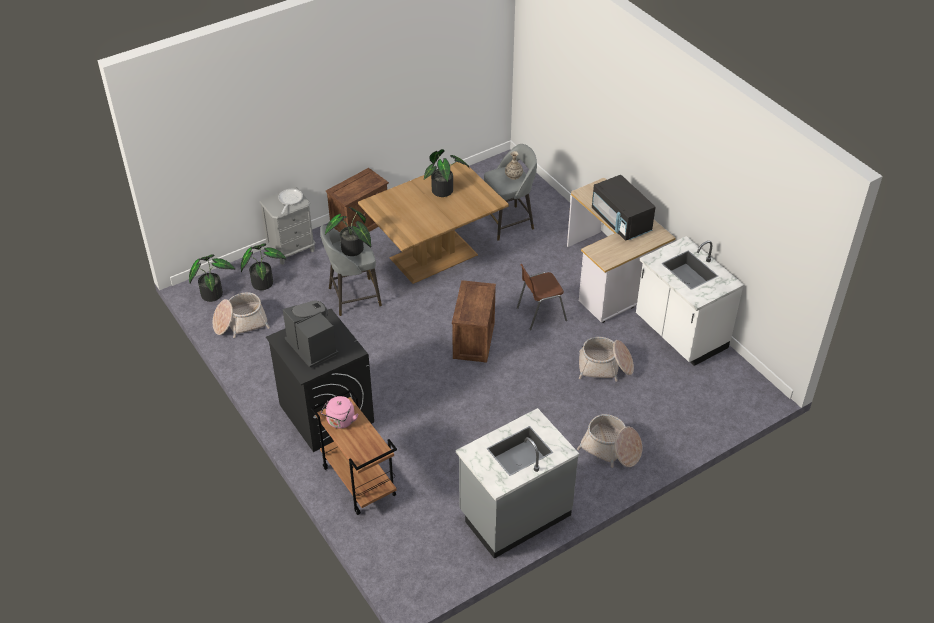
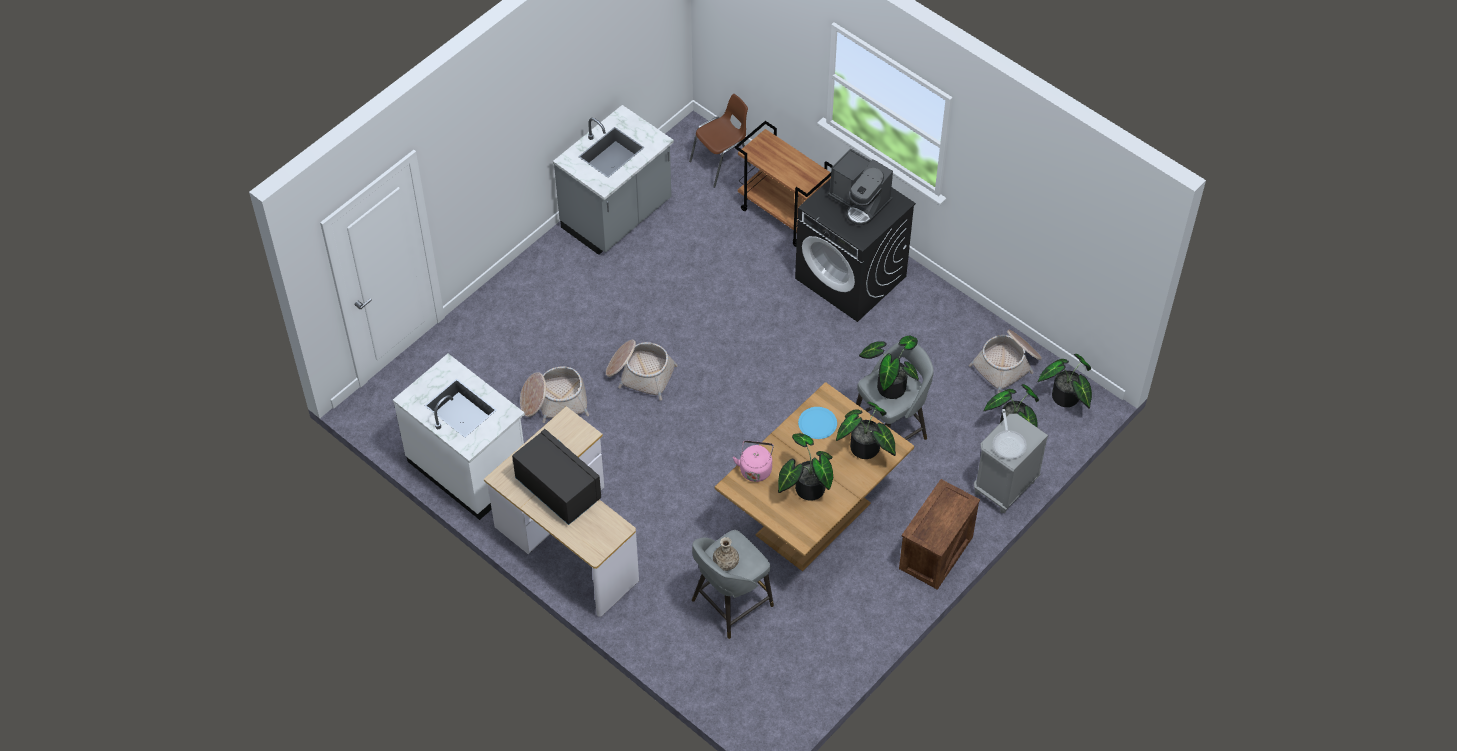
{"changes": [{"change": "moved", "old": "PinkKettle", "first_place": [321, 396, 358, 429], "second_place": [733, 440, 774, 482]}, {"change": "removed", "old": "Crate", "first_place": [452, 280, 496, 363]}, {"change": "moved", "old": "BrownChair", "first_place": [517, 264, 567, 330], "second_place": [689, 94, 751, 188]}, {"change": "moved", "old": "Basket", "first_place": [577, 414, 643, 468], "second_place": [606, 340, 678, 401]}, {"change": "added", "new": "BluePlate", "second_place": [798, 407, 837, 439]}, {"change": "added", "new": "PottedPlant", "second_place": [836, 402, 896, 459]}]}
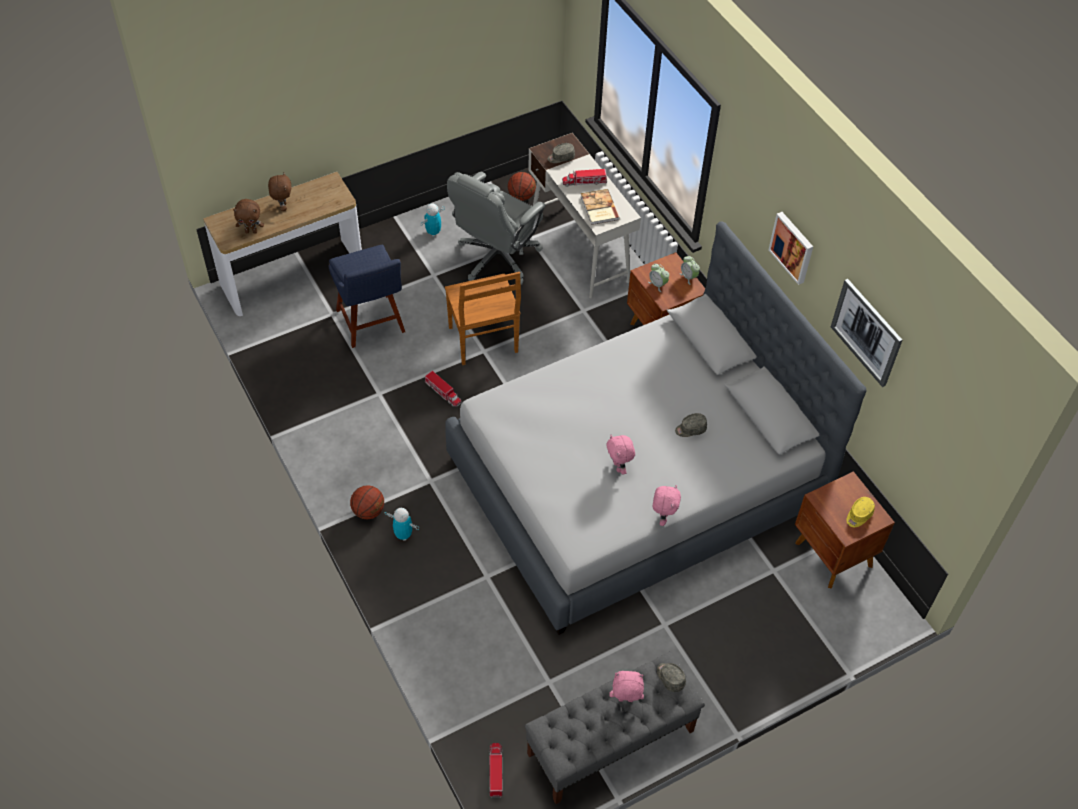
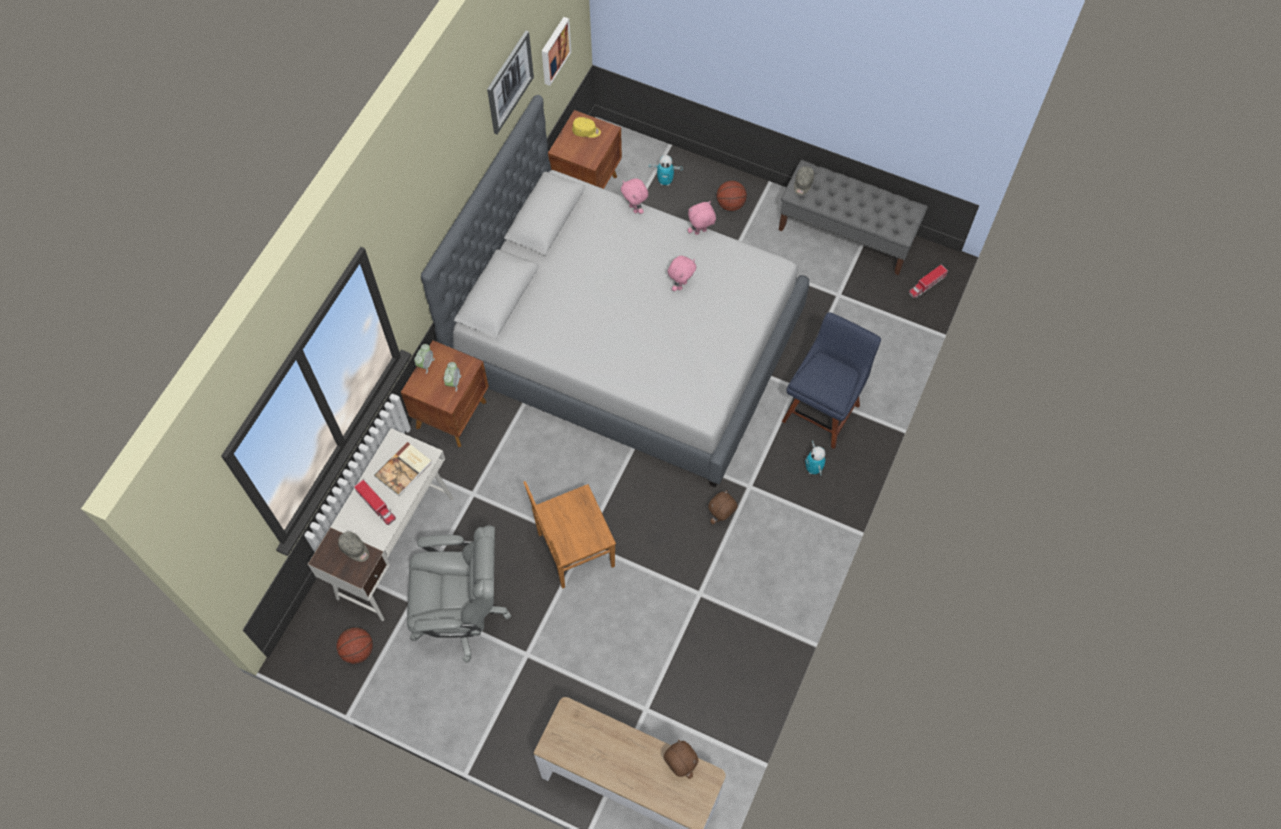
{"changes": [{"change": "moved", "old": "BrownPlushToy", "first_place": [268, 173, 291, 211], "second_place": [708, 490, 738, 525]}, {"change": "moved", "old": "BlueChair", "first_place": [329, 245, 405, 348], "second_place": [782, 312, 881, 449]}, {"change": "moved", "old": "Basketball", "first_place": [350, 485, 384, 519], "second_place": [717, 181, 747, 211]}, {"change": "moved", "old": "ToyRobot", "first_place": [420, 203, 445, 237], "second_place": [649, 155, 683, 186]}, {"change": "removed", "old": "ToyTruck", "first_place": [425, 371, 461, 407]}, {"change": "turned", "old": "BrownChair", "first_place": [445, 272, 521, 365], "second_place": [524, 481, 616, 589], "degrees": -150}, {"change": "moved", "old": "PinkPlushToy", "first_place": [609, 671, 644, 702], "second_place": [621, 178, 648, 214]}, {"change": "removed", "old": "GreyCap", "first_place": [675, 413, 707, 437]}, {"change": "moved", "old": "Picture", "first_place": [769, 212, 813, 285], "second_place": [542, 17, 571, 86]}]}
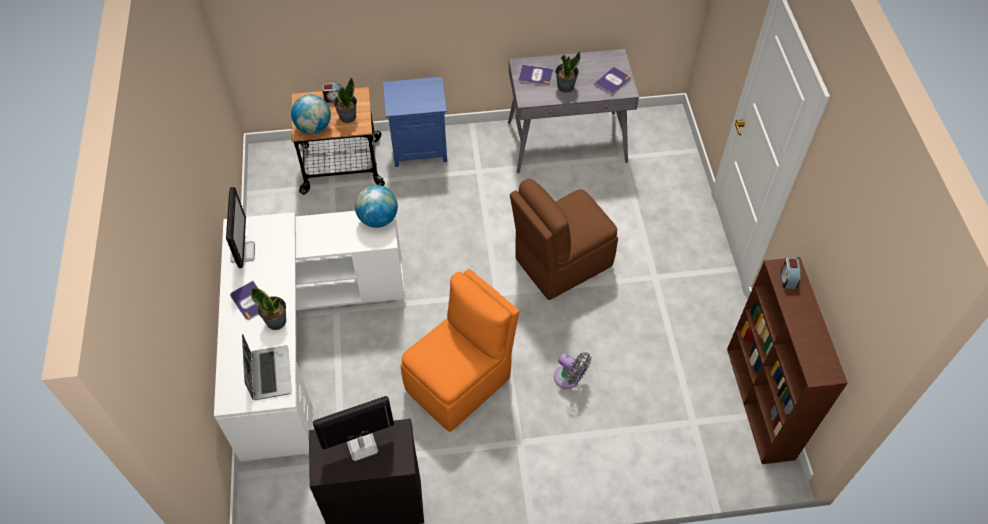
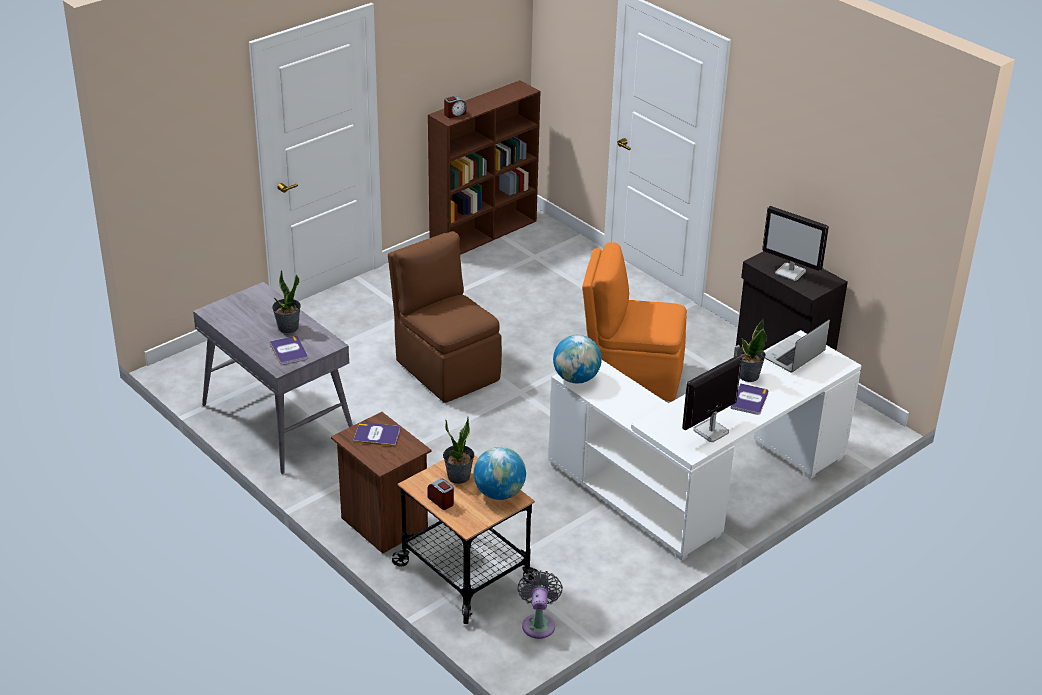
{"changes": [{"change": "recoloured", "old": "BlueNightstand", "new": "BrownNightstand", "first_place": [383, 77, 447, 167], "second_place": [331, 412, 431, 554]}, {"change": "turned", "old": "BrownChair", "first_place": [510, 178, 618, 300], "second_place": [388, 231, 502, 403], "degrees": -150}, {"change": "moved", "old": "GreyFan", "first_place": [554, 352, 591, 389], "second_place": [518, 570, 563, 639]}, {"change": "moved", "old": "Book", "first_place": [594, 67, 631, 95], "second_place": [353, 422, 400, 447]}]}
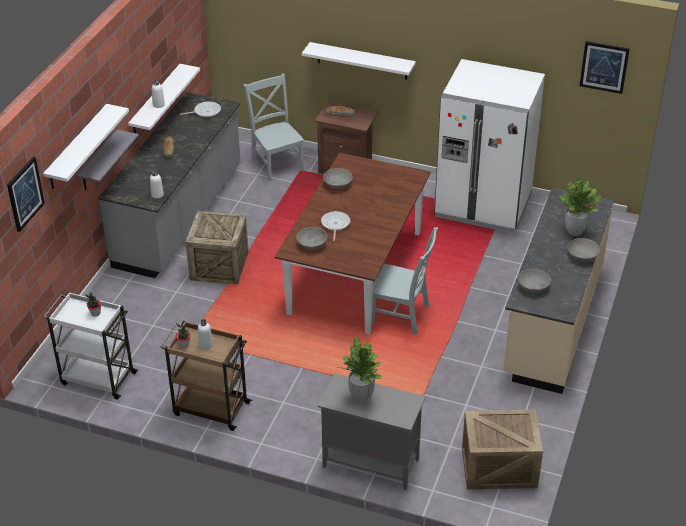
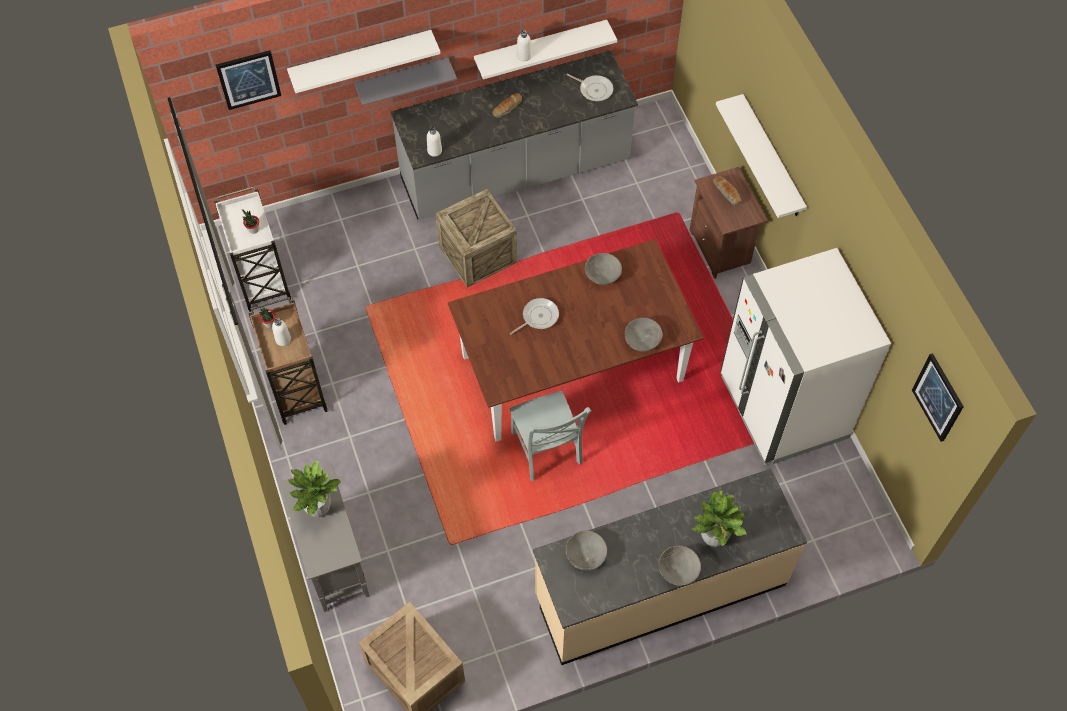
{"changes": [{"change": "removed", "old": "GreyChair", "first_place": [244, 73, 304, 182]}, {"change": "moved", "old": "GreyBowl", "first_place": [297, 227, 327, 250], "second_place": [625, 318, 663, 352]}]}
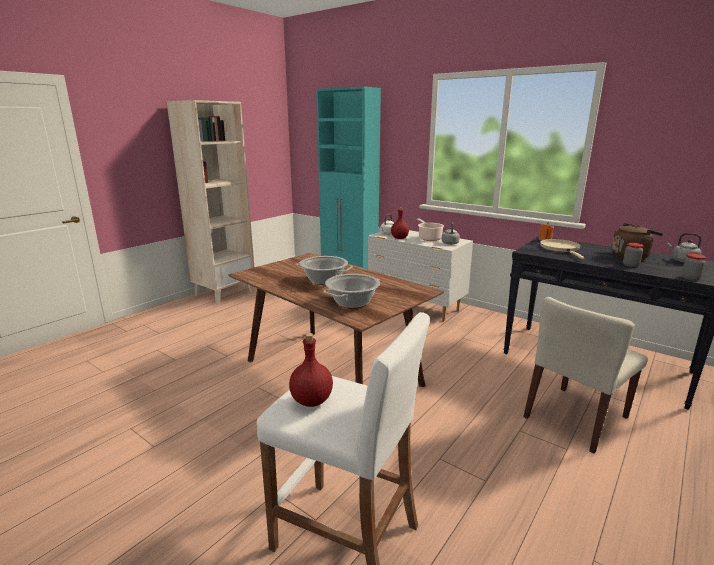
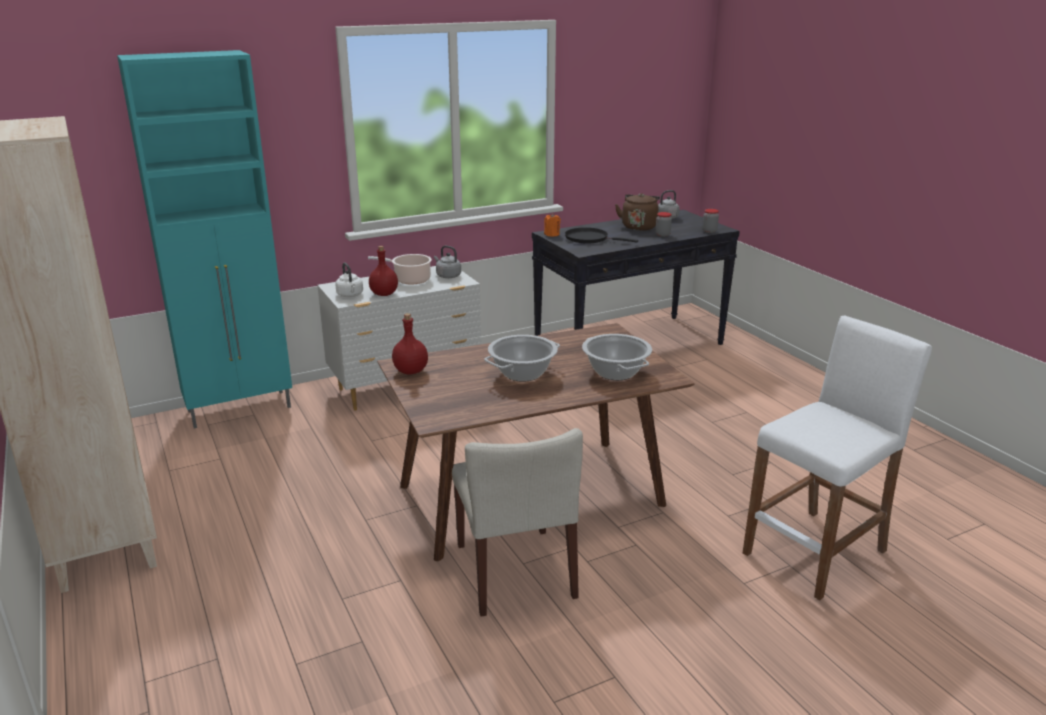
{"changes": [{"change": "moved", "old": "RedBottle", "first_place": [289, 333, 333, 407], "second_place": [392, 313, 428, 375]}, {"change": "moved", "old": "BeigeChair", "first_place": [523, 297, 648, 454], "second_place": [452, 428, 583, 617]}, {"change": "recoloured", "old": "BeigeFryingPan", "new": "BlackFryingPan", "first_place": [540, 239, 585, 259], "second_place": [565, 227, 638, 244]}]}
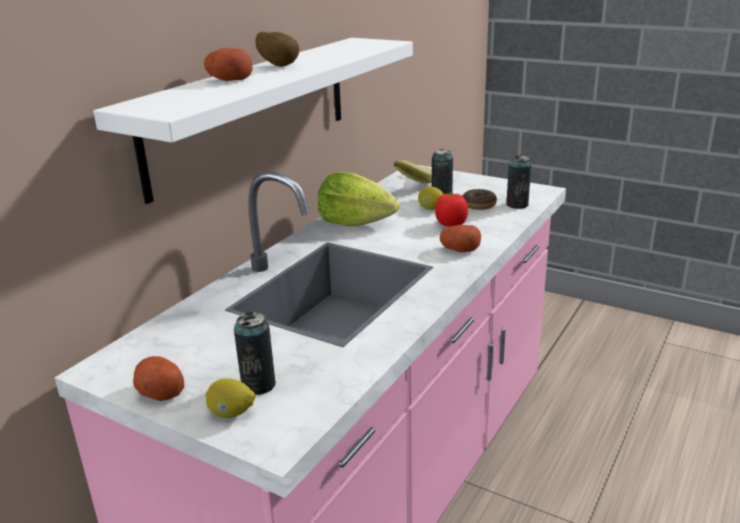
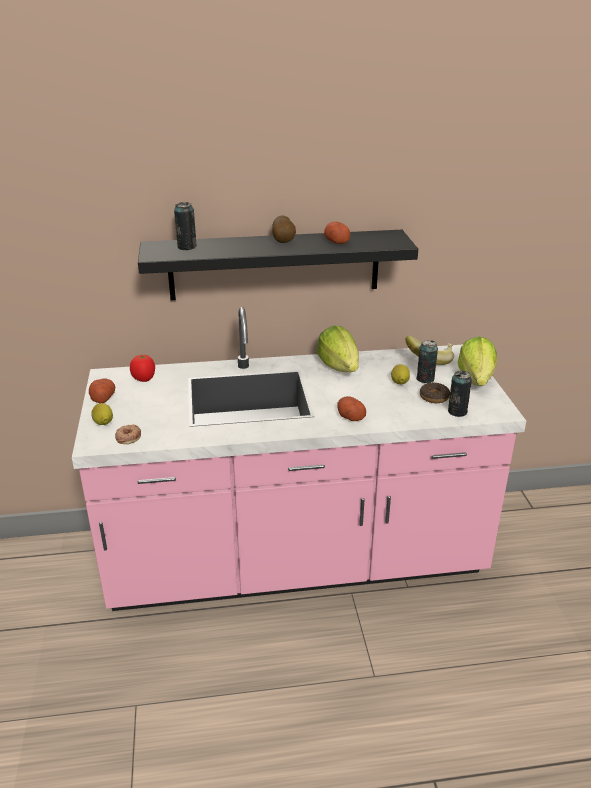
{"changes": [{"change": "recoloured", "old": "WhiteShelf", "new": "BlackShelf", "first_place": [93, 38, 413, 204], "second_place": [138, 230, 418, 300]}, {"change": "moved", "old": "Potato", "first_place": [204, 48, 253, 81], "second_place": [324, 221, 350, 244]}, {"change": "moved", "old": "Can", "first_place": [234, 312, 276, 395], "second_place": [174, 202, 197, 250]}, {"change": "moved", "old": "Tomato", "first_place": [435, 192, 468, 227], "second_place": [130, 355, 155, 382]}, {"change": "added", "new": "Donut", "second_place": [115, 425, 141, 444]}, {"change": "added", "new": "Lettuce", "second_place": [458, 336, 497, 386]}]}
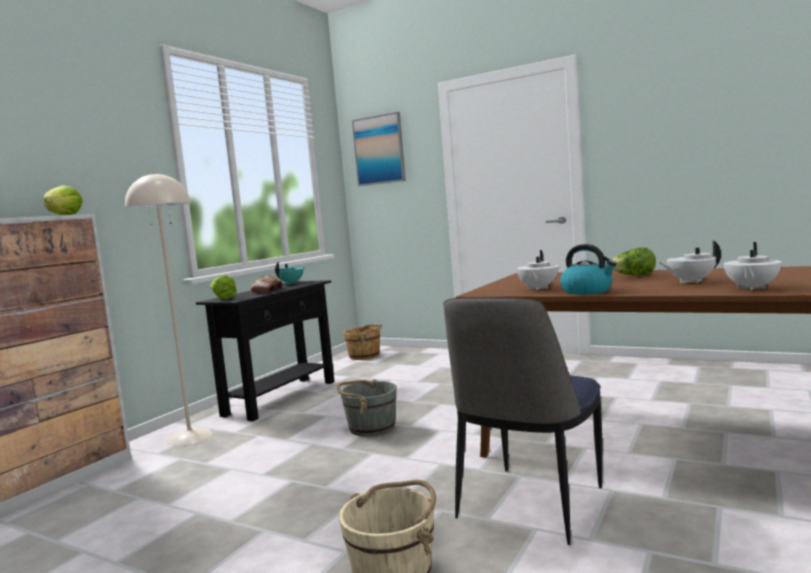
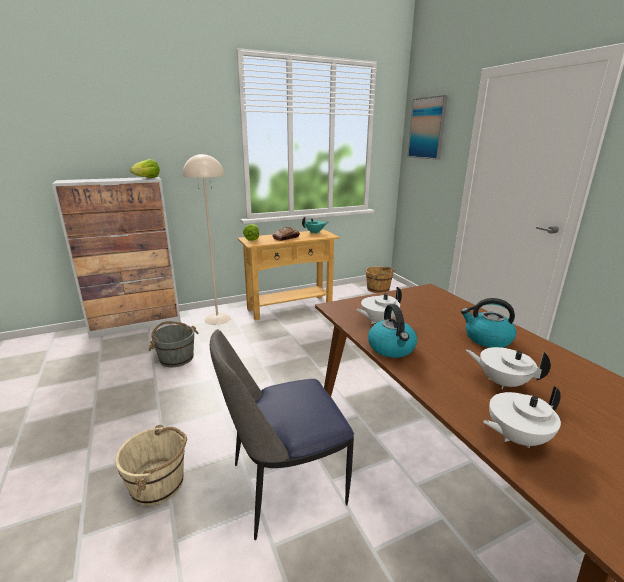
{"changes": [{"change": "recoloured", "old": "BlackConsoleTable", "new": "BeigeConsoleTable", "first_place": [196, 280, 335, 421], "second_place": [237, 230, 340, 321]}, {"change": "moved", "old": "GreyBucket", "first_place": [337, 380, 397, 437], "second_place": [148, 321, 199, 367]}, {"change": "replaced", "old": "Lettuce", "new": "Kettle", "first_place": [606, 247, 656, 276], "second_place": [461, 298, 516, 348]}]}
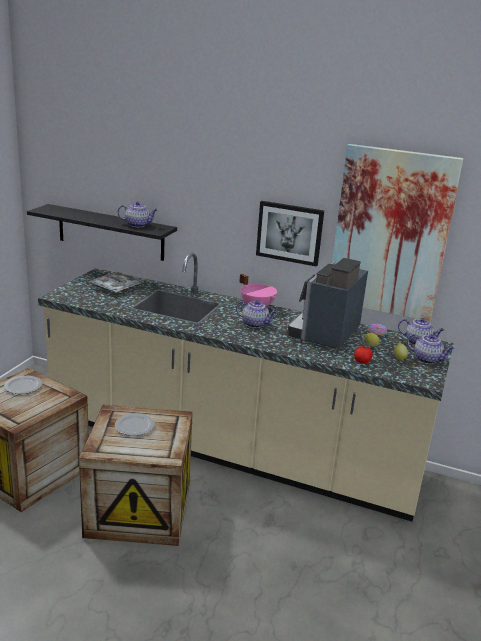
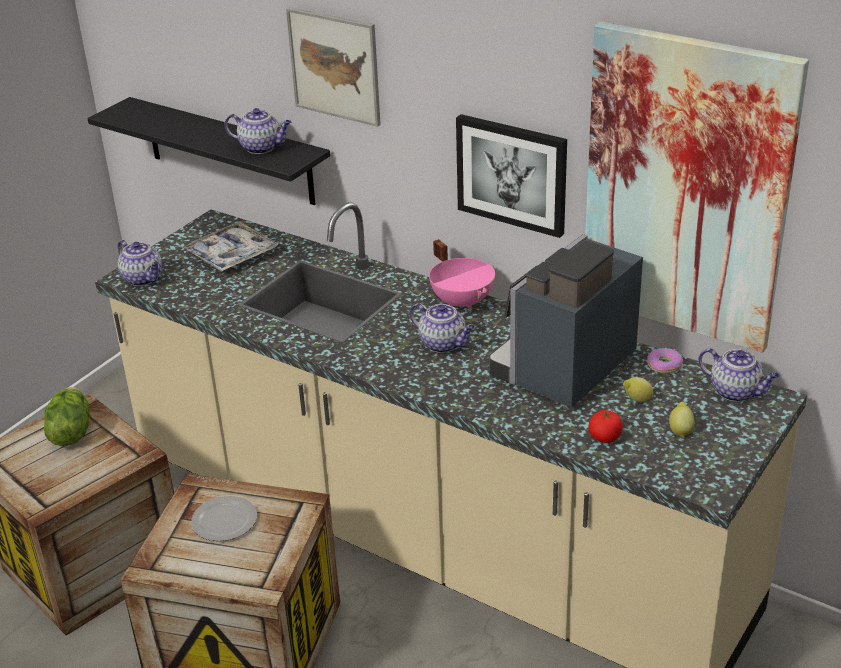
{"changes": [{"change": "replaced", "old": "Plate", "new": "Lettuce", "first_place": [4, 376, 42, 394], "second_place": [44, 387, 90, 446]}, {"change": "moved", "old": "Teapot", "first_place": [407, 334, 454, 364], "second_place": [118, 240, 162, 286]}, {"change": "added", "new": "Picture", "second_place": [286, 7, 381, 127]}]}
